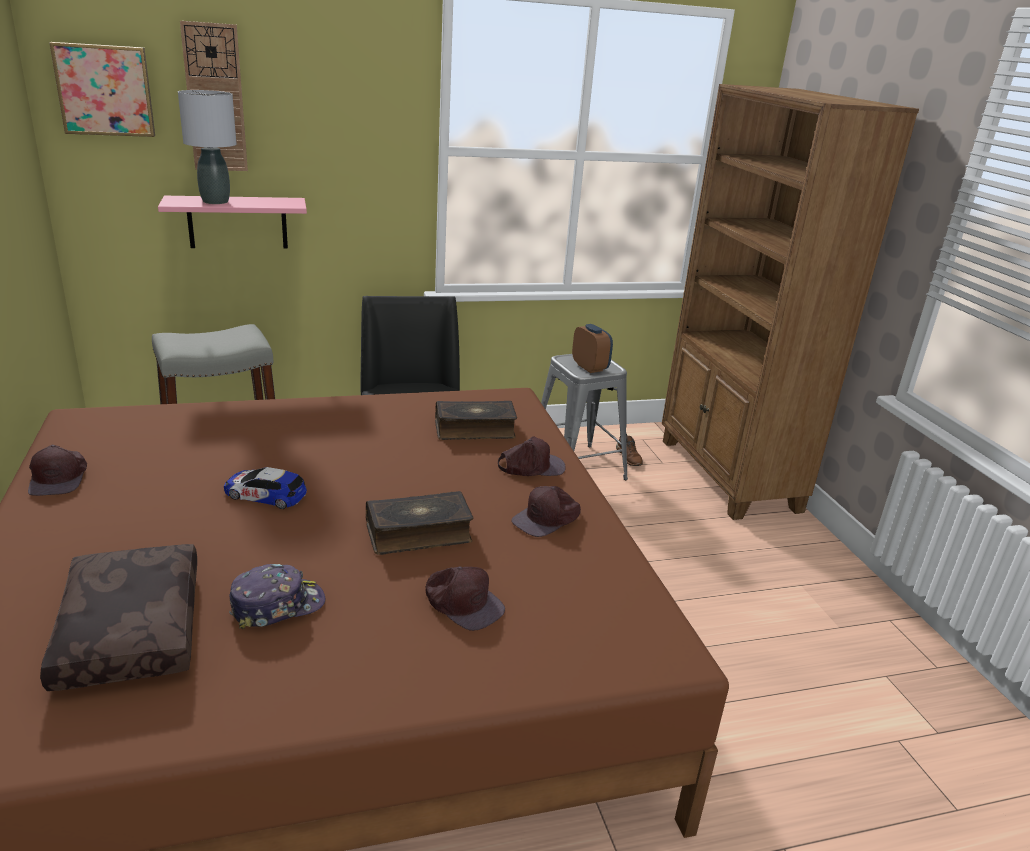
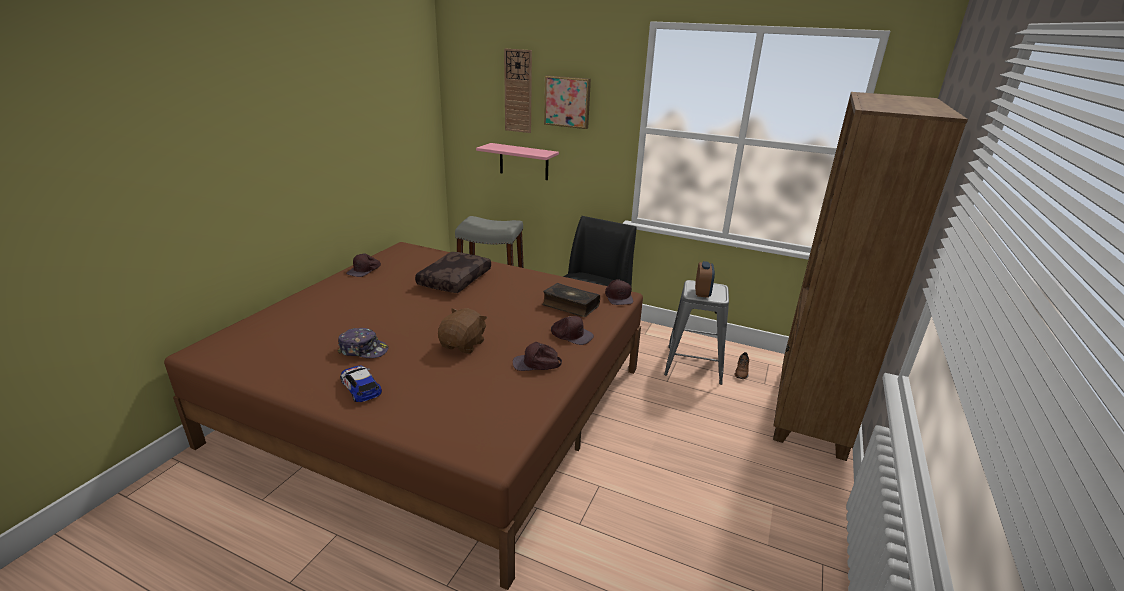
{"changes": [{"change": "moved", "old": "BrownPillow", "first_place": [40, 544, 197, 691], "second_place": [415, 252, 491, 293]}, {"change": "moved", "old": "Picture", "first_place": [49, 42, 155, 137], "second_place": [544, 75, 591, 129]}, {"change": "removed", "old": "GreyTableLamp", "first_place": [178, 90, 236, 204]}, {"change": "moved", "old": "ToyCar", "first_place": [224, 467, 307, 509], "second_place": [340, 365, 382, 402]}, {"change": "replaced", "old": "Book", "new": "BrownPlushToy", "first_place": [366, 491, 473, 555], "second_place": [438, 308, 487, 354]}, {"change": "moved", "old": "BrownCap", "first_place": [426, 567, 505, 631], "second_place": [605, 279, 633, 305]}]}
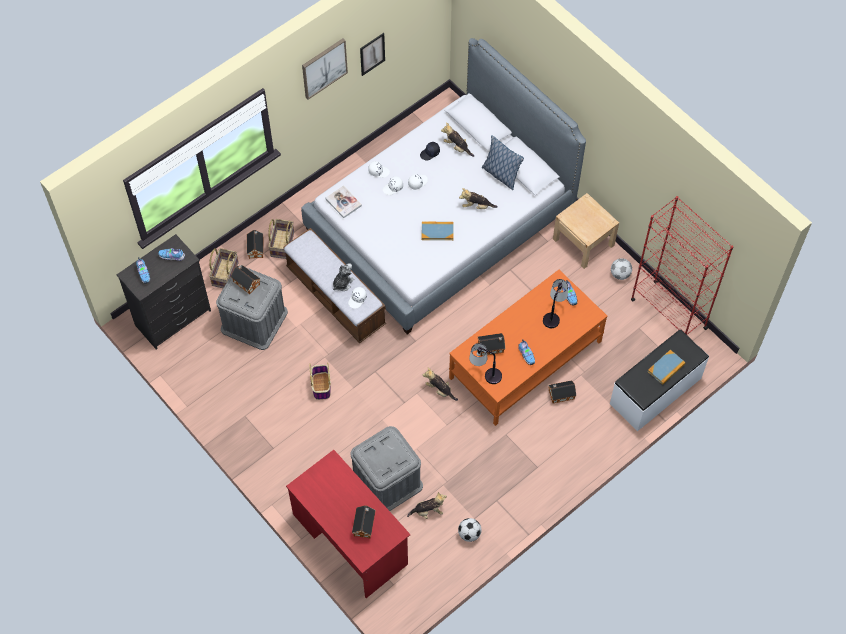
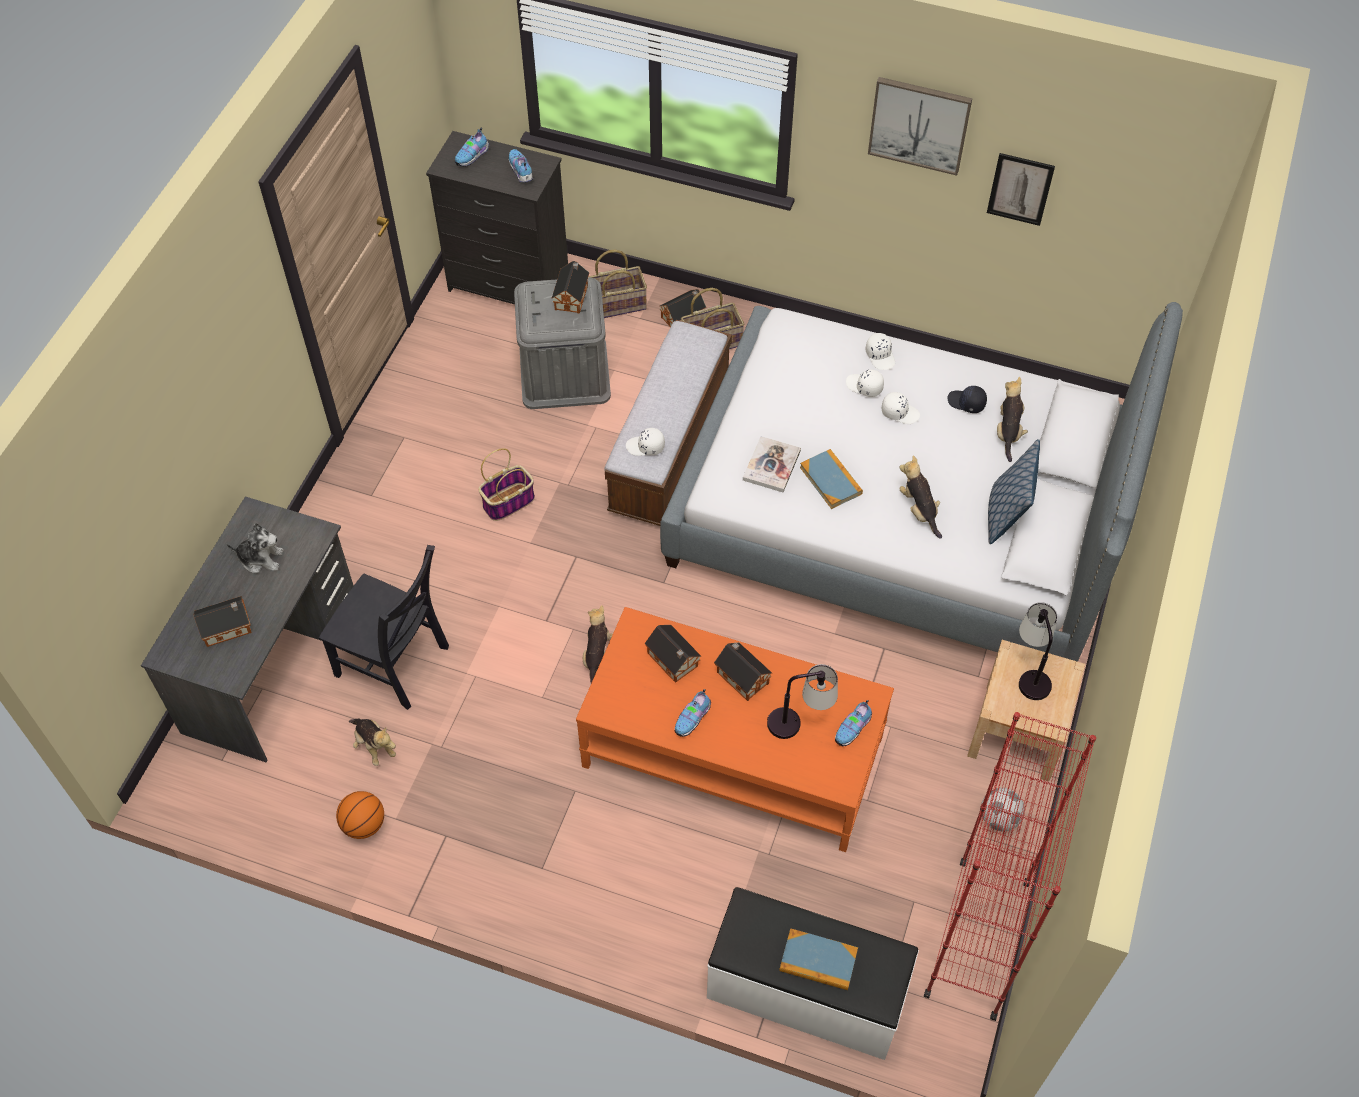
{"changes": [{"change": "recoloured", "old": "RedDesk", "new": "GreyDesk", "first_place": [286, 450, 410, 598], "second_place": [141, 496, 354, 762]}, {"change": "moved", "old": "Book", "first_place": [325, 185, 362, 218], "second_place": [743, 436, 801, 492]}, {"change": "moved", "old": "PlushToy", "first_place": [333, 263, 354, 291], "second_place": [226, 523, 283, 573]}, {"change": "replaced", "old": "GreyStorageBox", "new": "BlackChair", "first_place": [350, 426, 423, 511], "second_place": [319, 545, 449, 710]}, {"change": "replaced", "old": "Football", "new": "Basketball", "first_place": [458, 518, 482, 542], "second_place": [336, 791, 384, 839]}, {"change": "moved", "old": "TableLamp", "first_place": [469, 343, 502, 384], "second_place": [1019, 602, 1057, 700]}, {"change": "moved", "old": "ToyHouse", "first_place": [548, 380, 576, 404], "second_place": [714, 642, 772, 701]}]}
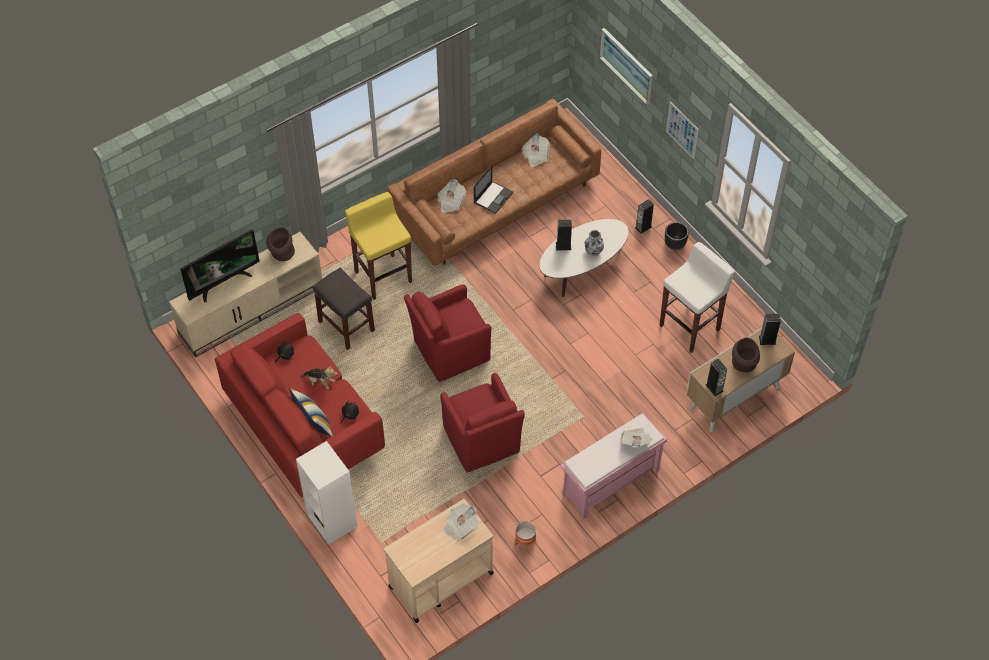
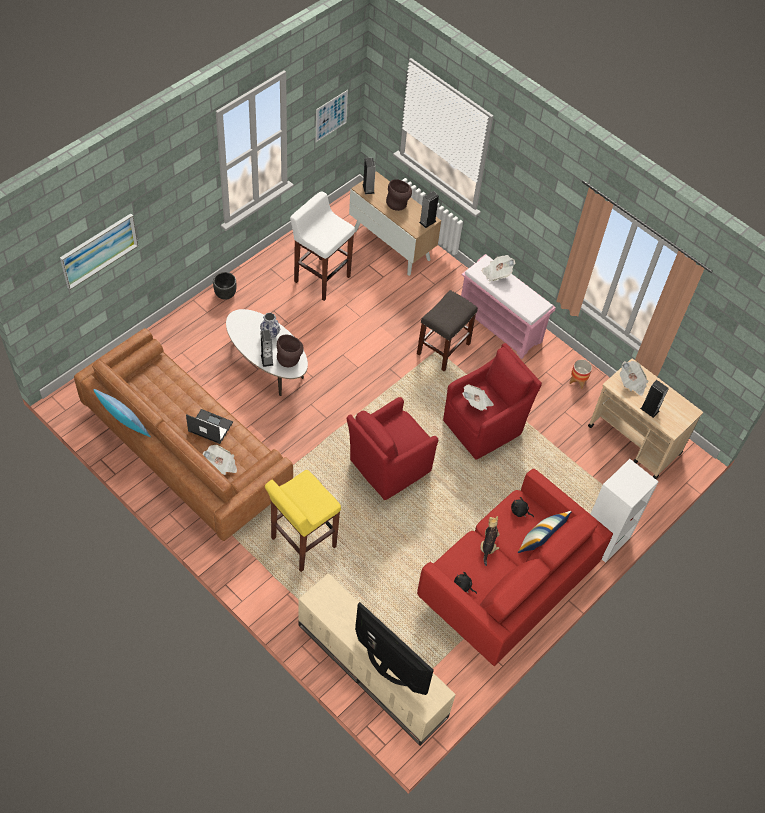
{"changes": [{"change": "moved", "old": "BrownVase", "first_place": [266, 227, 295, 261], "second_place": [277, 335, 304, 367]}, {"change": "moved", "old": "GreyStool", "first_place": [313, 267, 375, 350], "second_place": [417, 290, 478, 371]}, {"change": "turned", "old": "RedArmchair", "first_place": [404, 284, 491, 382], "second_place": [347, 397, 438, 500], "degrees": 90}, {"change": "moved", "old": "Newspaper", "first_place": [522, 133, 550, 167], "second_place": [462, 384, 494, 411]}, {"change": "moved", "old": "Speaker", "first_place": [635, 199, 654, 234], "second_place": [640, 380, 669, 418]}, {"change": "moved", "old": "Picture", "first_place": [666, 102, 699, 159], "second_place": [316, 90, 348, 142]}, {"change": "added", "new": "Pillow", "second_place": [93, 389, 151, 437]}]}
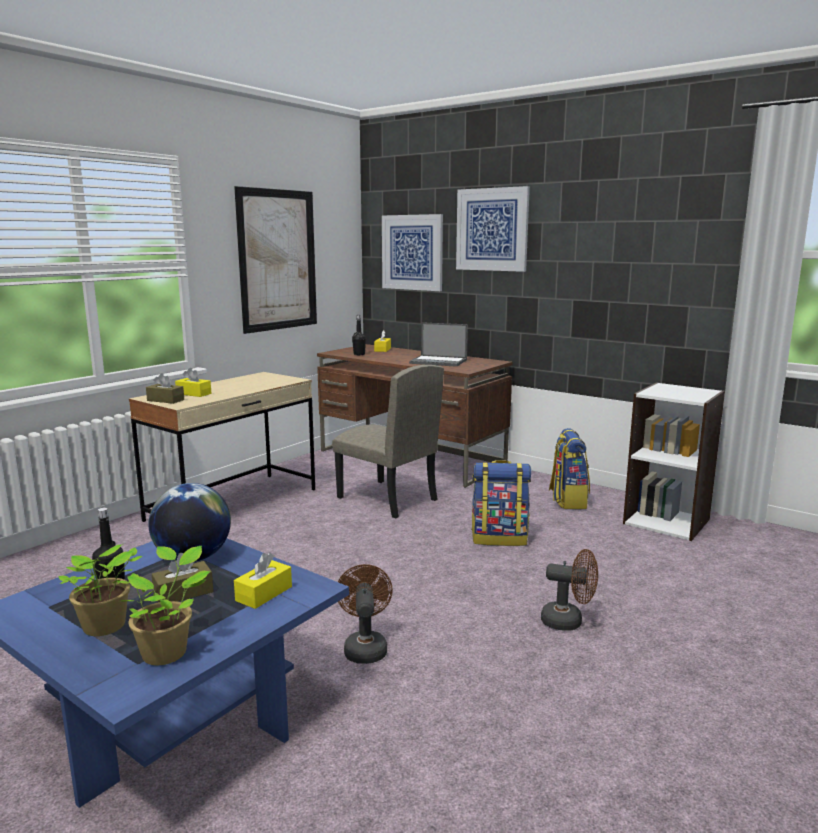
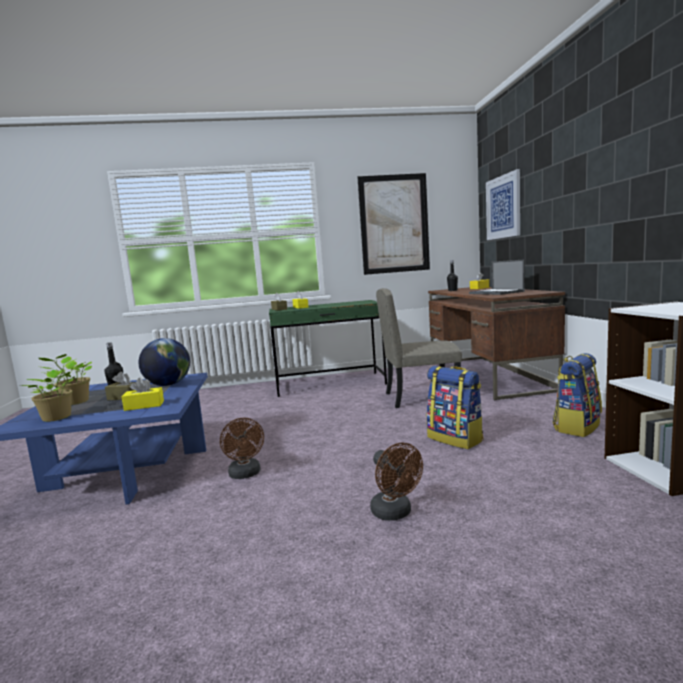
{"changes": [{"change": "recoloured", "old": "BeigeDesk", "new": "GreenDesk", "first_place": [129, 372, 315, 522], "second_place": [269, 300, 387, 397]}, {"change": "turned", "old": "BeigeChair", "first_place": [332, 365, 444, 518], "second_place": [376, 288, 462, 408], "degrees": 90}, {"change": "turned", "old": "BrownFan", "first_place": [338, 564, 393, 664], "second_place": [220, 418, 264, 479], "degrees": 120}, {"change": "removed", "old": "Picture", "first_place": [456, 186, 530, 272]}]}
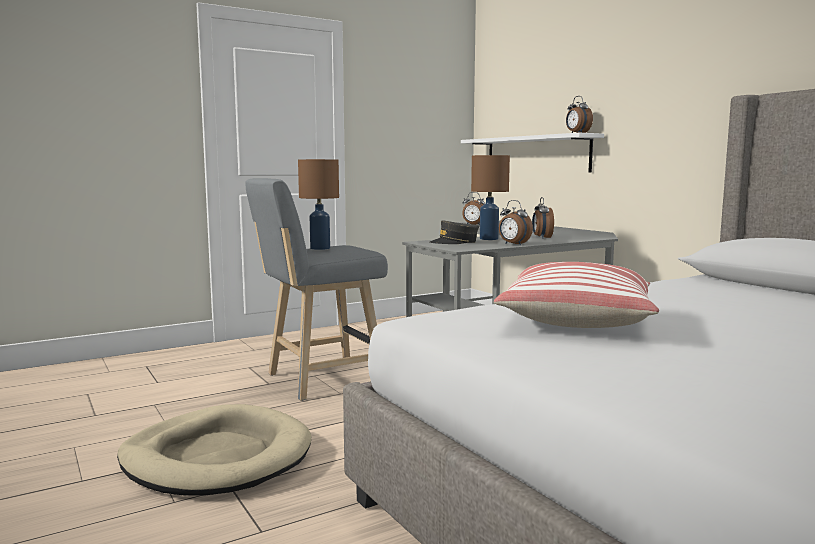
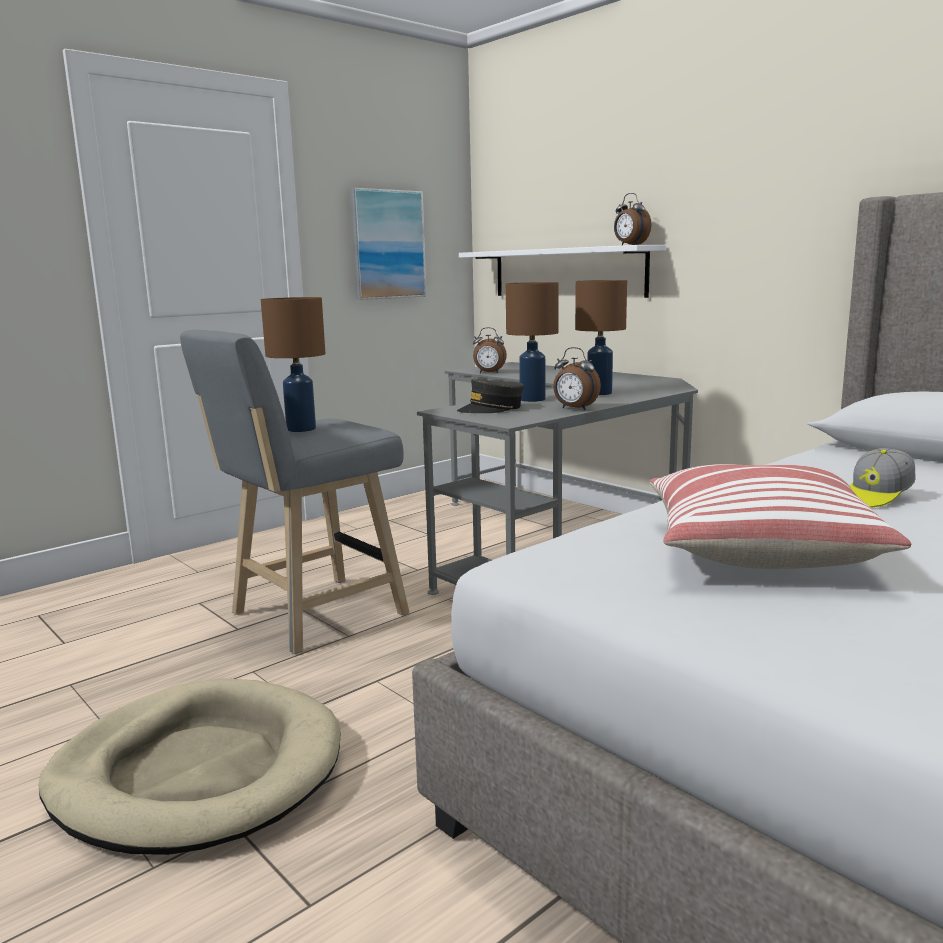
{"changes": [{"change": "replaced", "old": "AlarmClock", "new": "BrownTableLamp", "first_place": [532, 197, 554, 239], "second_place": [575, 280, 627, 395]}, {"change": "added", "new": "Picture", "second_place": [349, 188, 426, 300]}, {"change": "added", "new": "Cap", "second_place": [849, 448, 916, 508]}]}
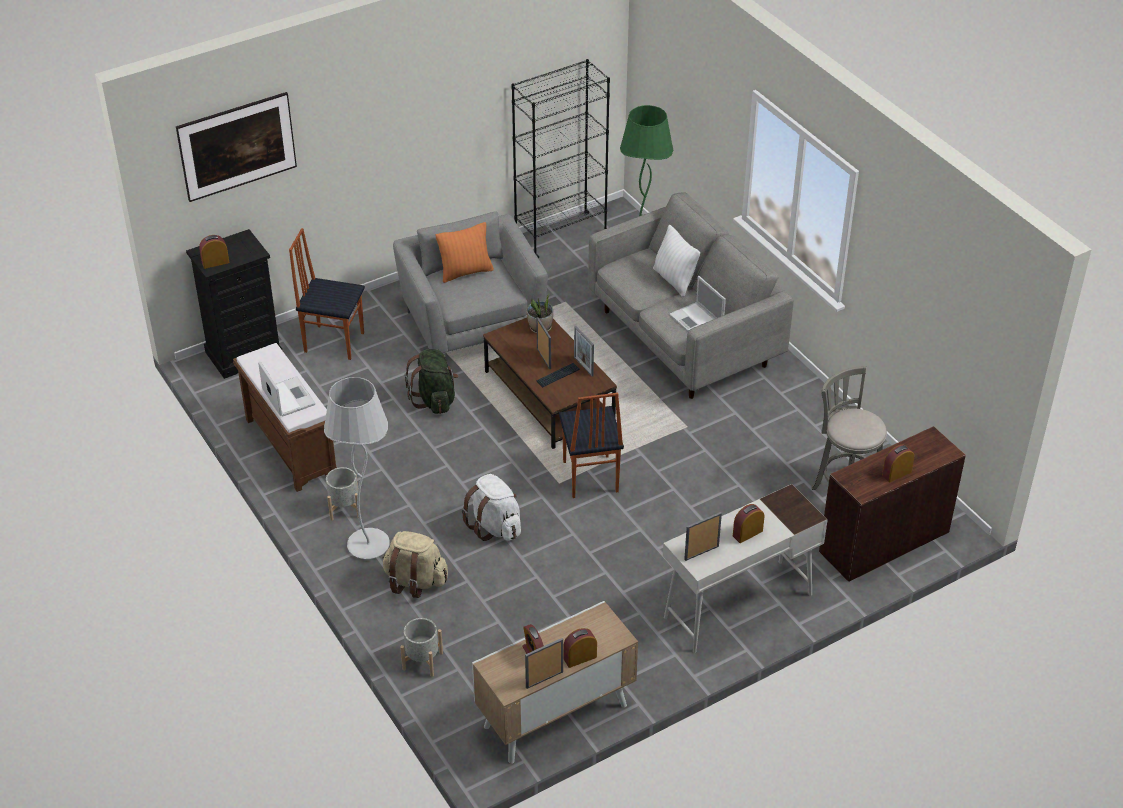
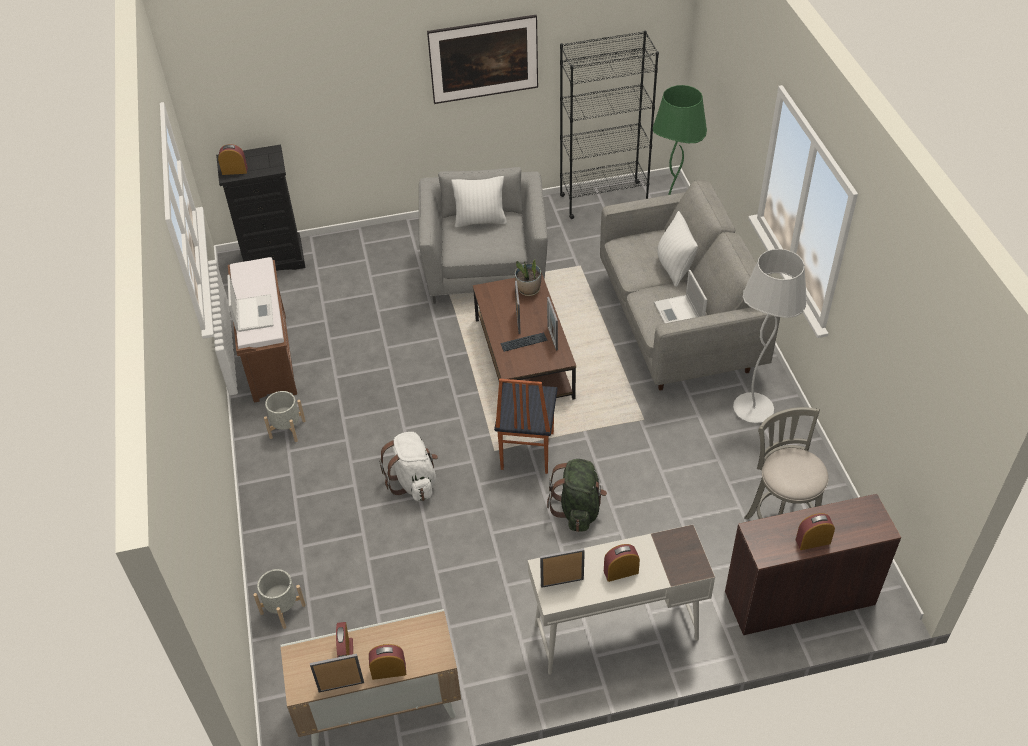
{"changes": [{"change": "moved", "old": "Picture", "first_place": [176, 92, 297, 202], "second_place": [427, 15, 538, 104]}, {"change": "removed", "old": "Chair", "first_place": [289, 228, 365, 360]}, {"change": "moved", "old": "WhiteFloorLamp", "first_place": [324, 377, 390, 559], "second_place": [733, 249, 807, 423]}, {"change": "removed", "old": "BeigeBackpack", "first_place": [383, 531, 448, 598]}, {"change": "moved", "old": "GreenBackpack", "first_place": [405, 349, 458, 414], "second_place": [547, 459, 607, 532]}, {"change": "recoloured", "old": "OrangePillow", "new": "WhitePillow", "first_place": [435, 222, 494, 283], "second_place": [451, 176, 507, 227]}]}
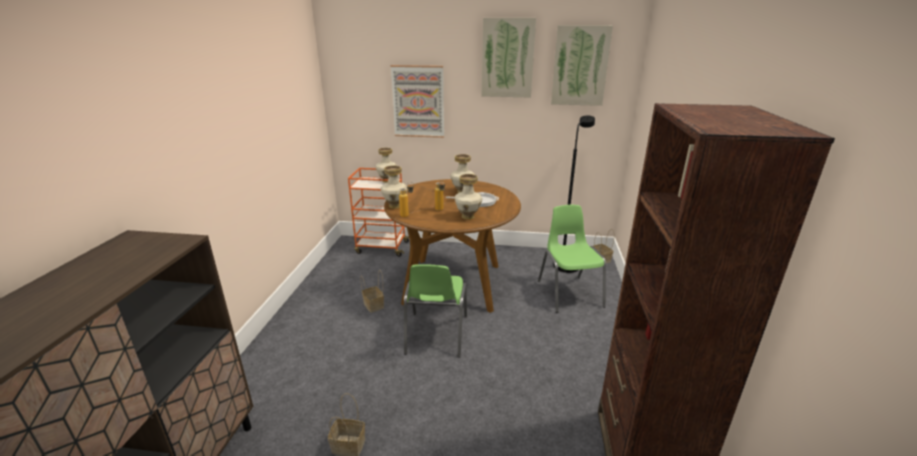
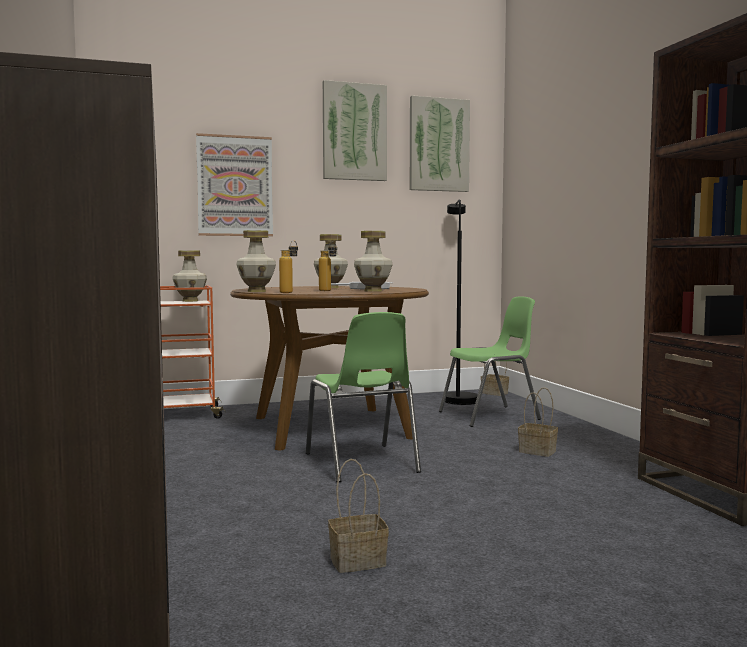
{"changes": [{"change": "moved", "old": "Basket", "first_place": [360, 270, 384, 313], "second_place": [518, 387, 558, 457]}, {"change": "turned", "old": "GreenChair", "first_place": [538, 205, 606, 313], "second_place": [439, 296, 541, 427], "degrees": 105}]}
